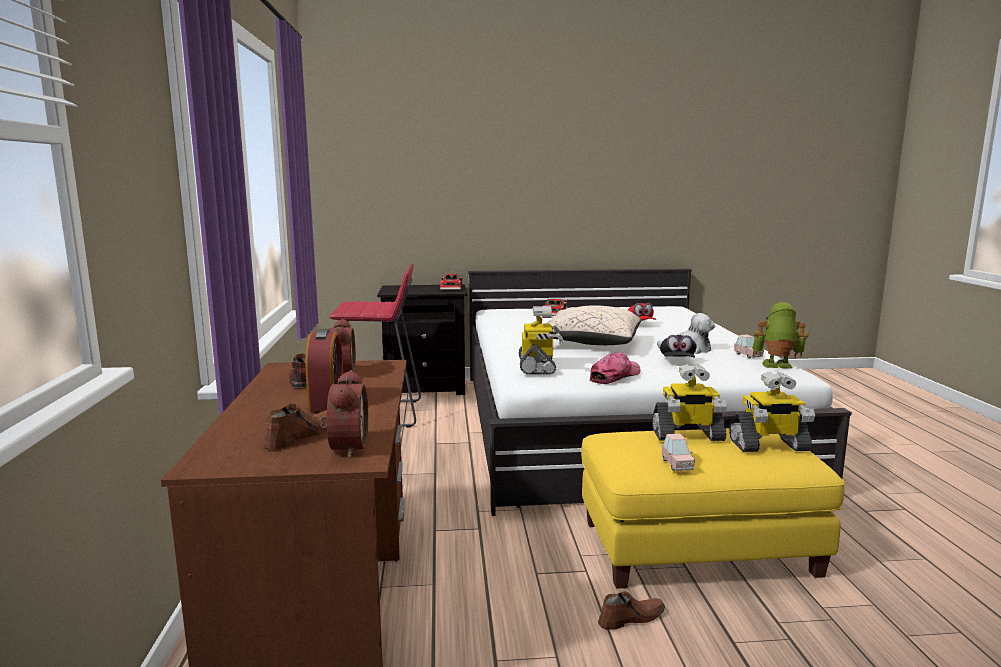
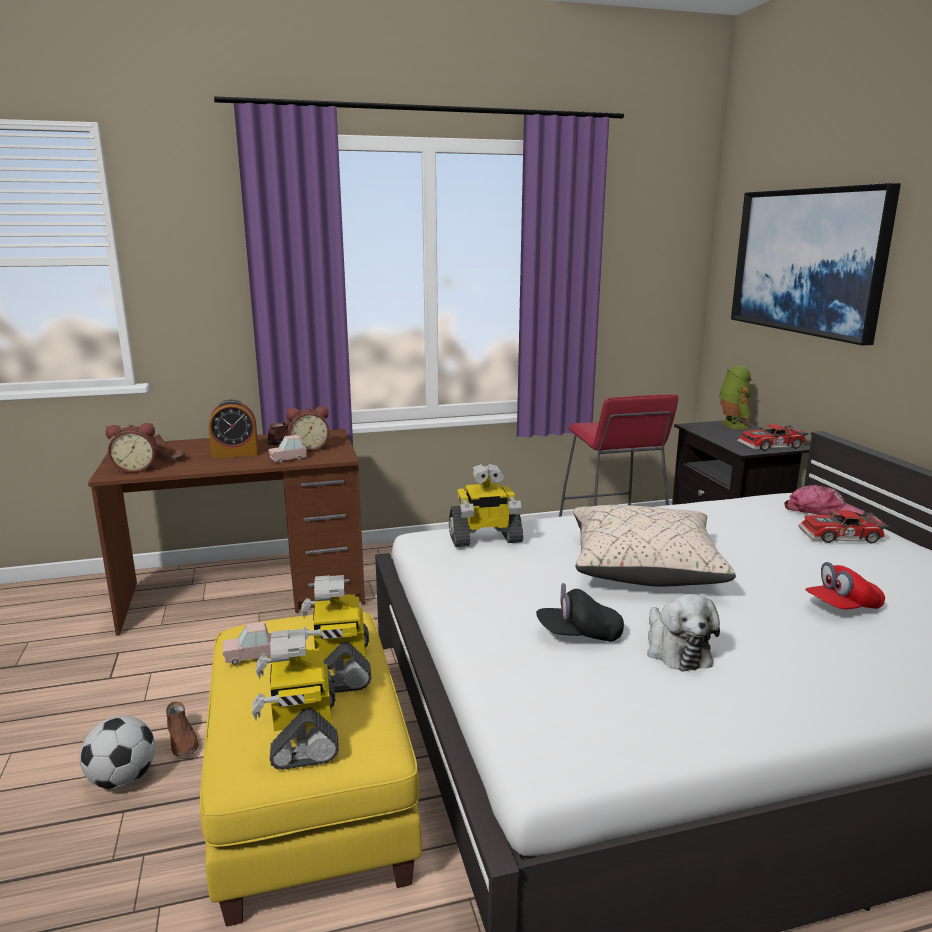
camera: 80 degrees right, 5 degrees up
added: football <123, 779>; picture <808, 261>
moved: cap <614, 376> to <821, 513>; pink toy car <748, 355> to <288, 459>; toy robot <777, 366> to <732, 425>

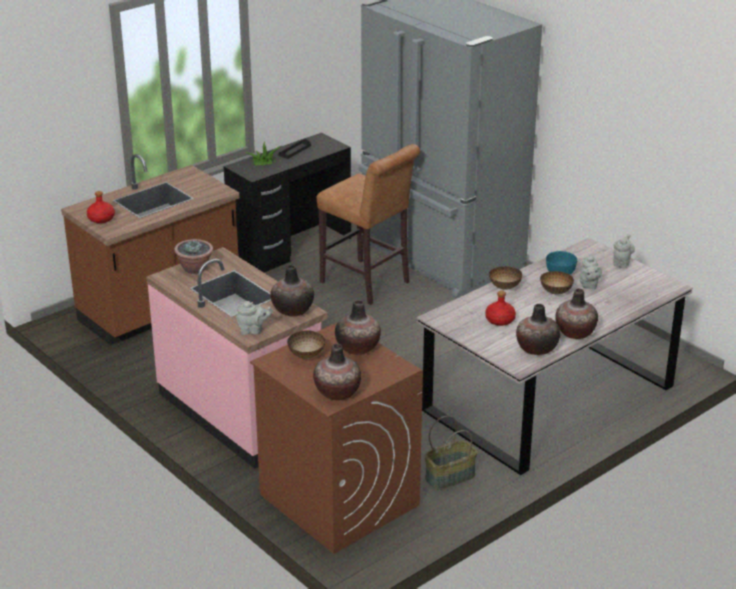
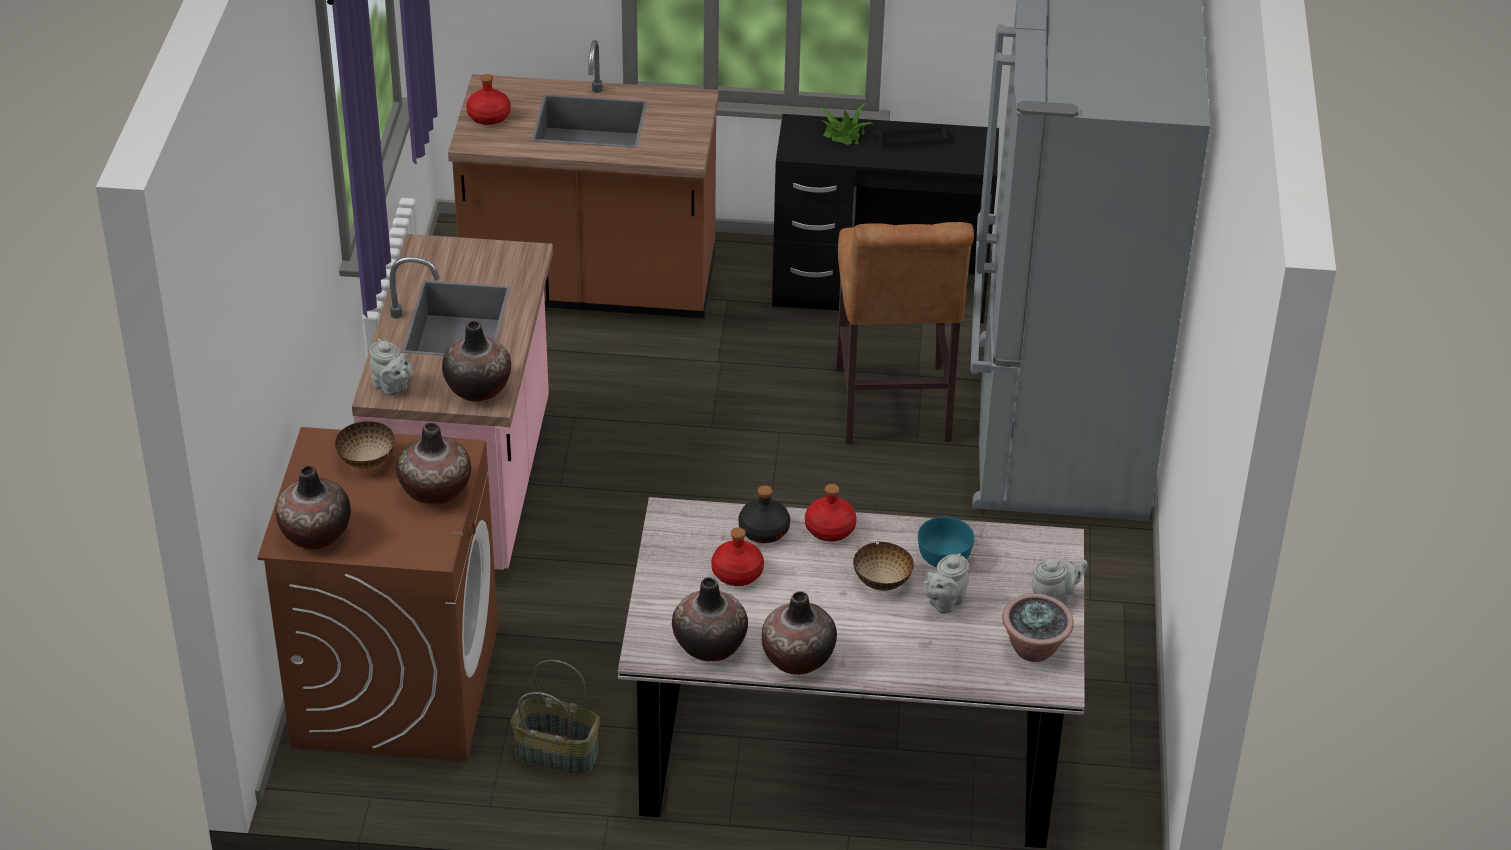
camera: 45 degrees right, 10 degrees up
added: black bottle <764, 530>
moved: potted plant <195, 269> to <1034, 649>
replaced: bowl <504, 287> to red bottle <830, 528>

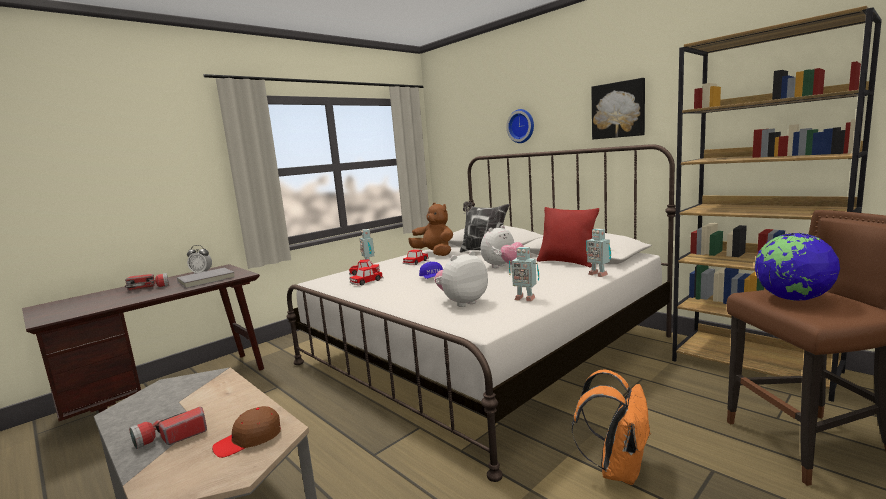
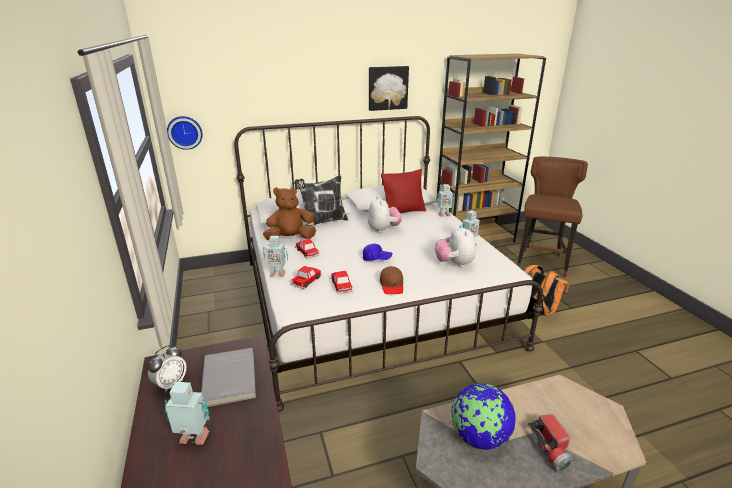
camera: 65 degrees left, 15 degrees up
moved: brown cap <249, 439> to <392, 285>; wall clock <522, 126> to <185, 132>; globe <792, 299> to <479, 437>
replaced: flashlight <149, 288> to toy robot <194, 440>

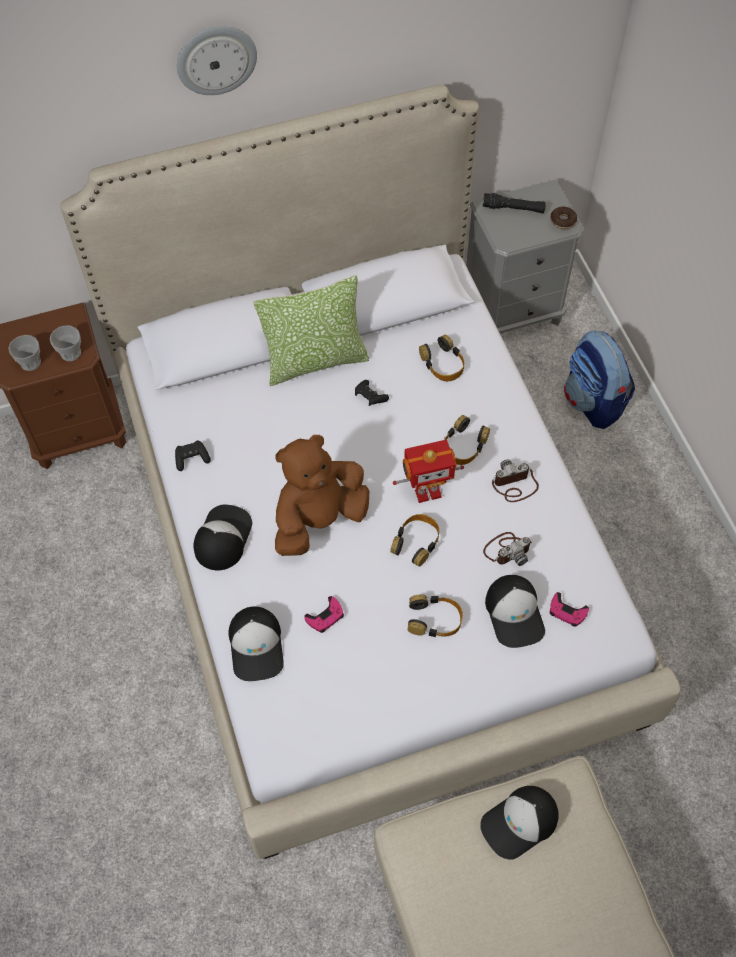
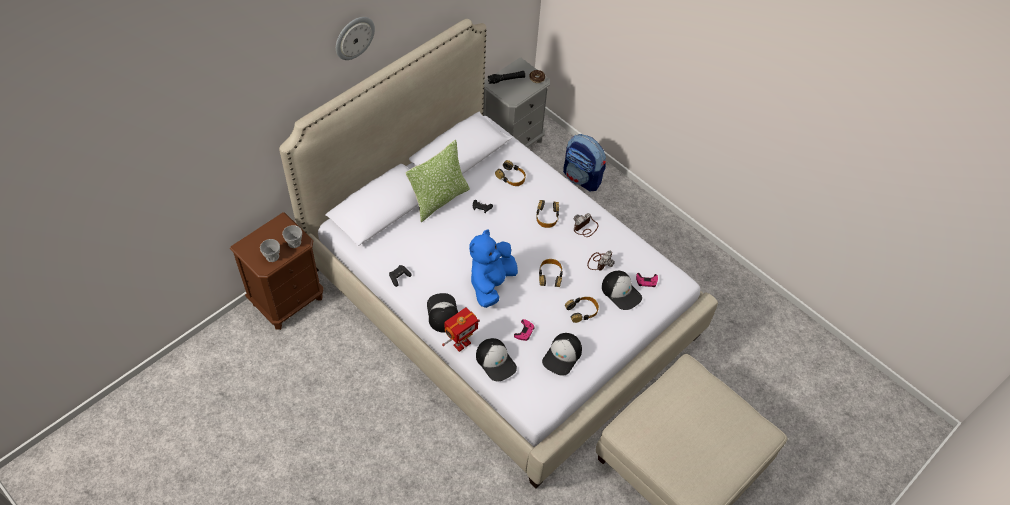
camera: 30 degrees left, 5 degrees down
moved: toy robot <427, 492> to <461, 343>; cap <520, 823> to <562, 356>
recoloured: brown plush toy <319, 519> to blue plush toy <491, 283>

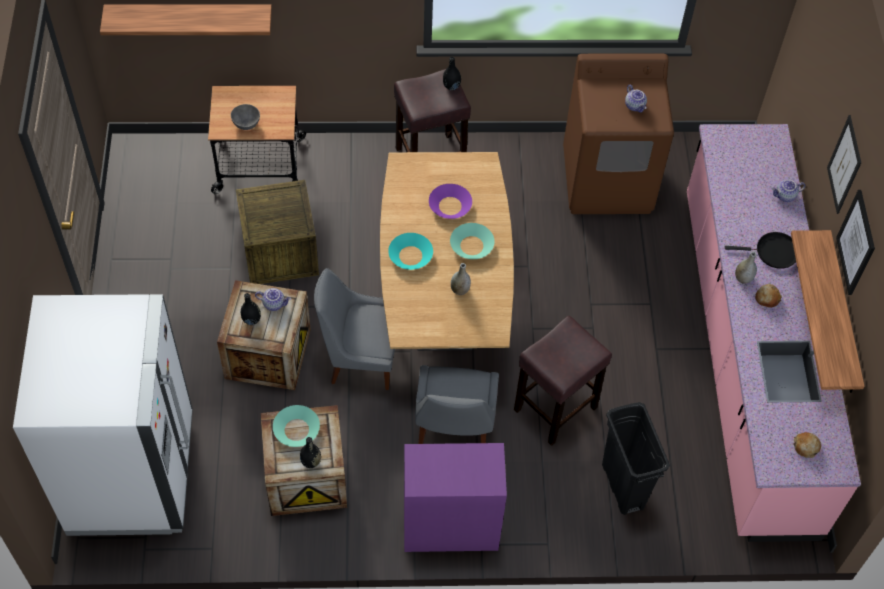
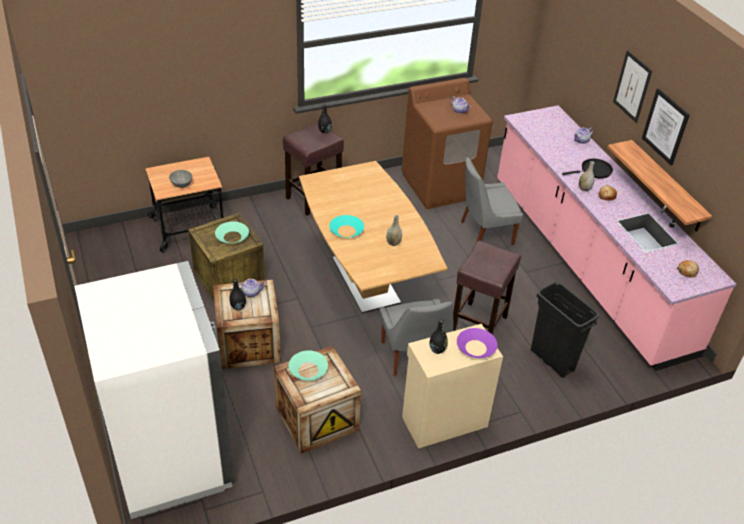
camera: 20 degrees left, 15 degrees down
removed: shelf <189, 16>
moved: black vase <311, 462> to <437, 349>; grey chair <360, 358> to <484, 233>; purple bowl <450, 206> to <476, 348>; turquoise bowl <471, 245> to <232, 237>
recoloured: purple cabinet <449, 526> to beige cabinet <443, 420>

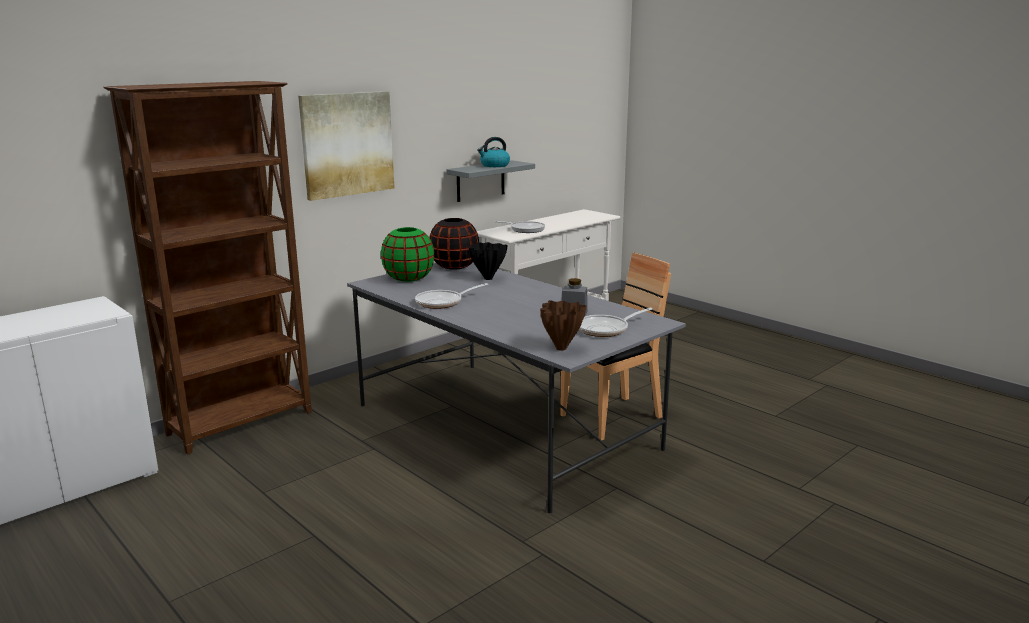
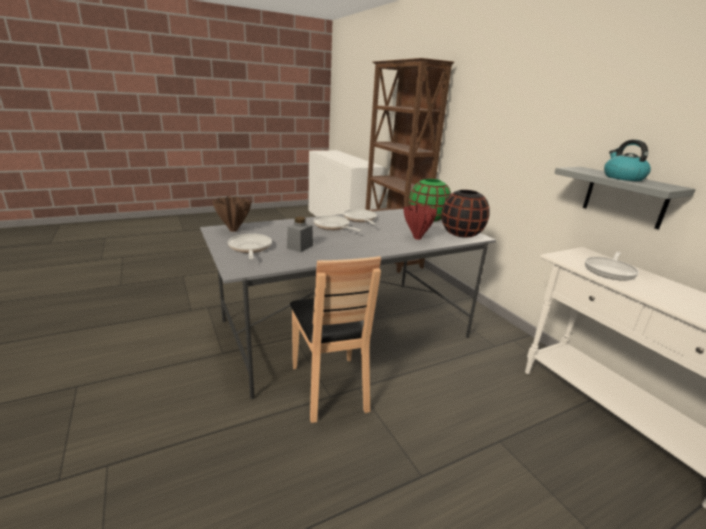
camera: 105 degrees right, 5 degrees up
removed: picture <347, 144>
added: frying pan <333, 227>
recoloured: black vase <487, 278> to red vase <417, 238>

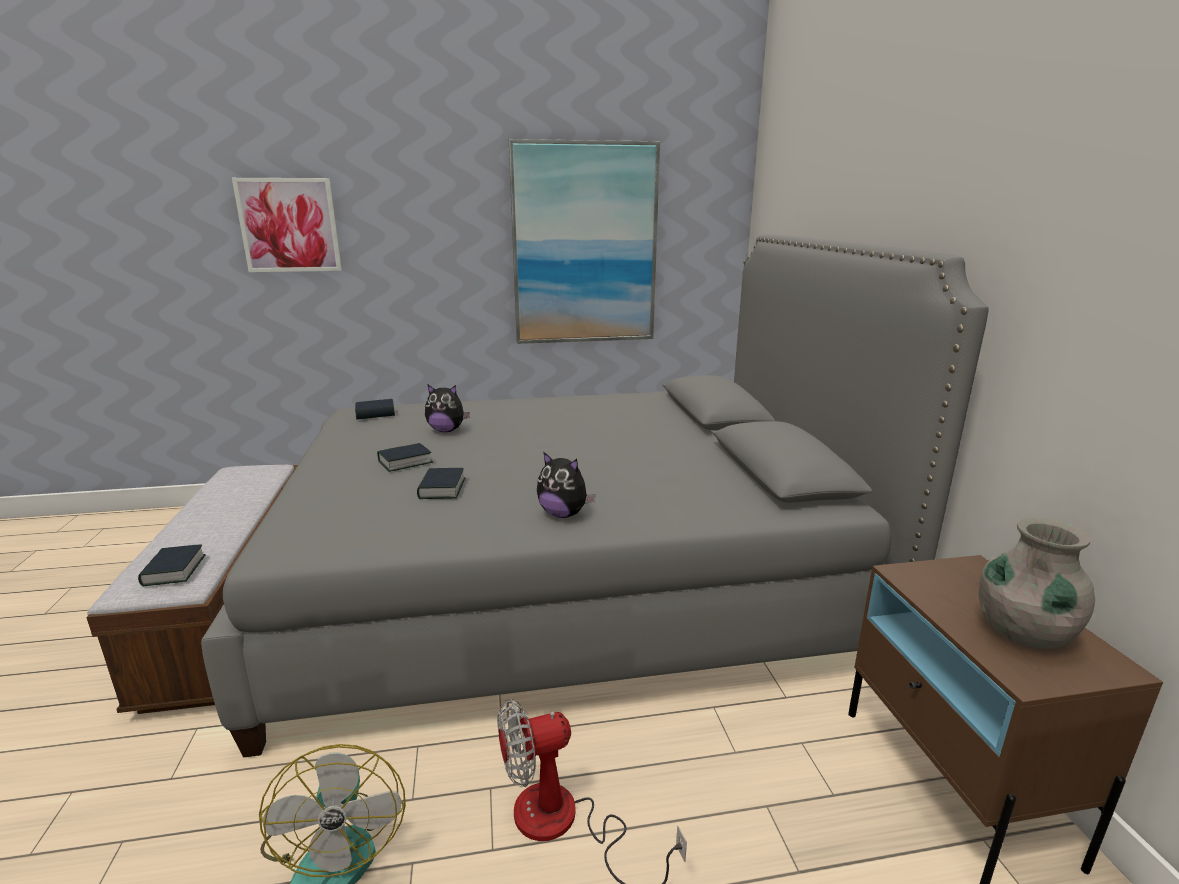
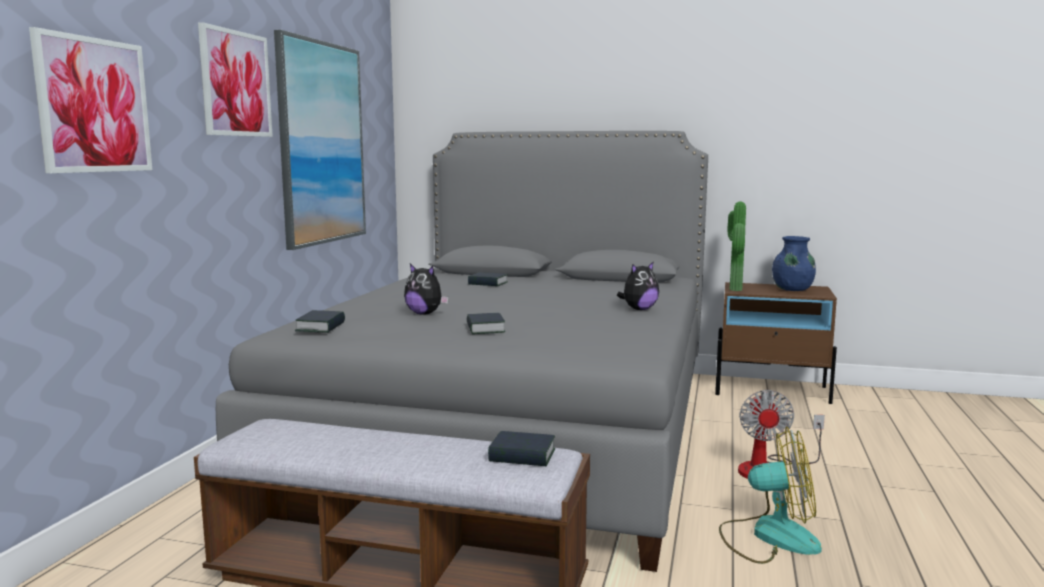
camera: 65 degrees left, 10 degrees down
added: picture <235, 84>; potted plant <733, 289>
moved: book <442, 489> to <488, 283>
recoloured: grey vase <1023, 633> to blue vase <792, 289>
turned: plush toy <446, 430> = <425, 314> 90 degrees clockwise

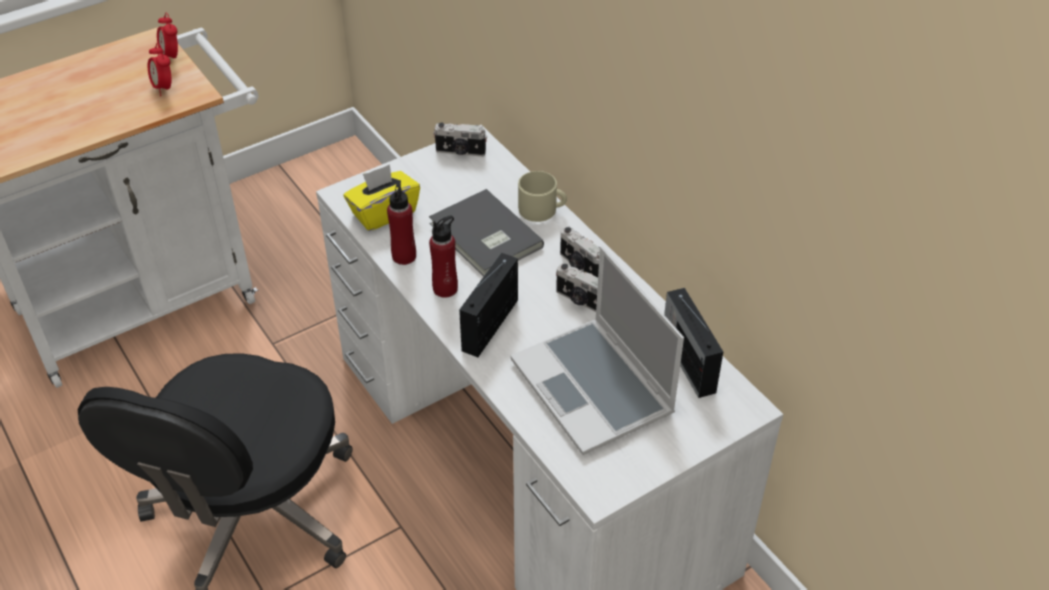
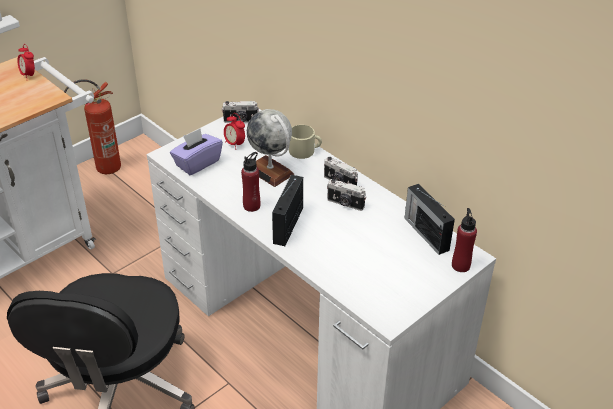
camera: 10 degrees left, 5 degrees down
removed: laptop <594, 388>
added: fire extinguisher <103, 170>
moved: alarm clock <164, 88> to <235, 144>; red bottle <404, 256> to <460, 265>
replaced: grey book <484, 237> to globe <270, 171>
recoloured: yellow tissue box <383, 213> to purple tissue box <197, 163>

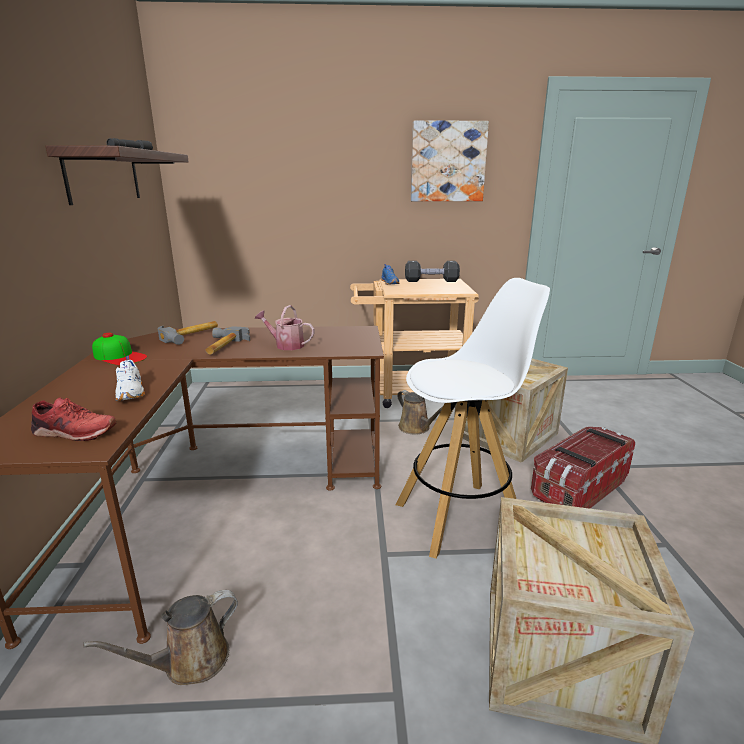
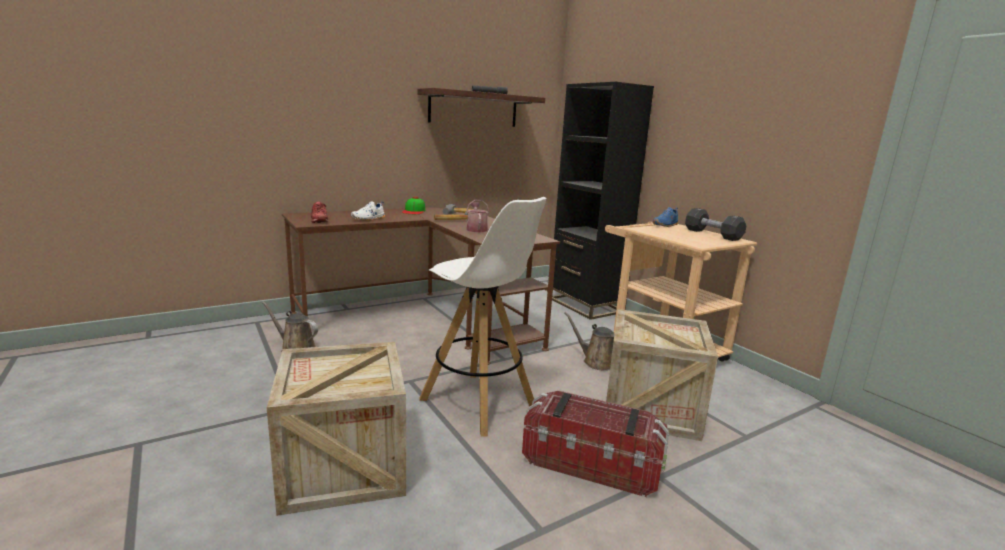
camera: 60 degrees right, 5 degrees down
removed: picture <448, 162>
added: black bookcase <585, 305>
turned: brown watering can <416, 428> = <596, 362> 105 degrees clockwise

